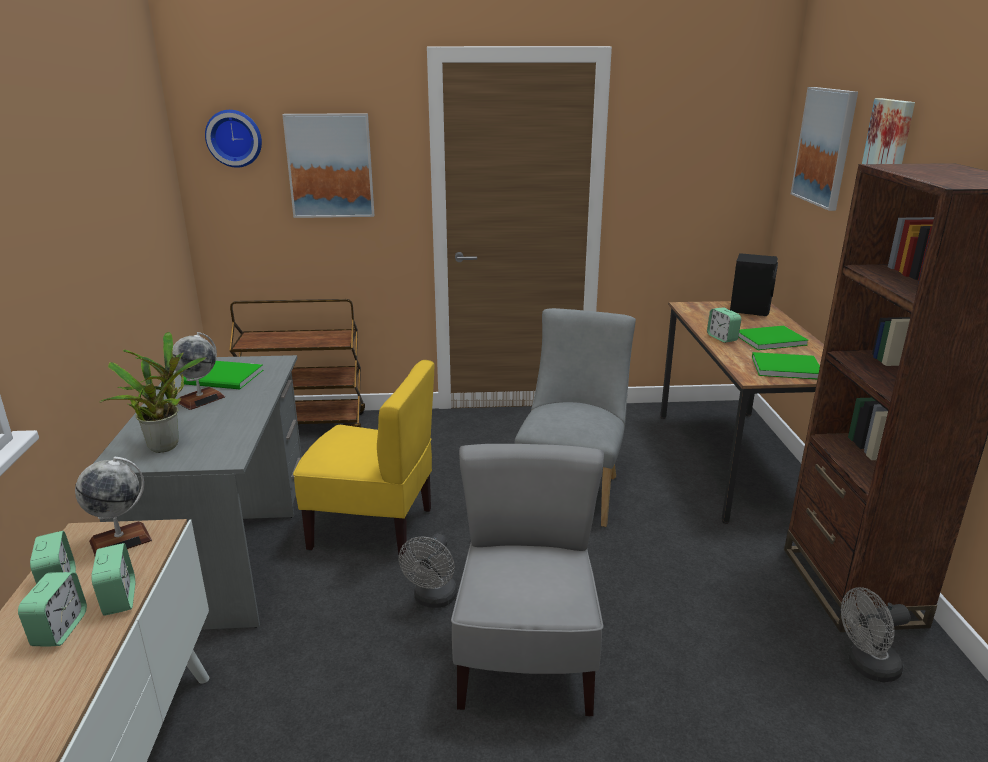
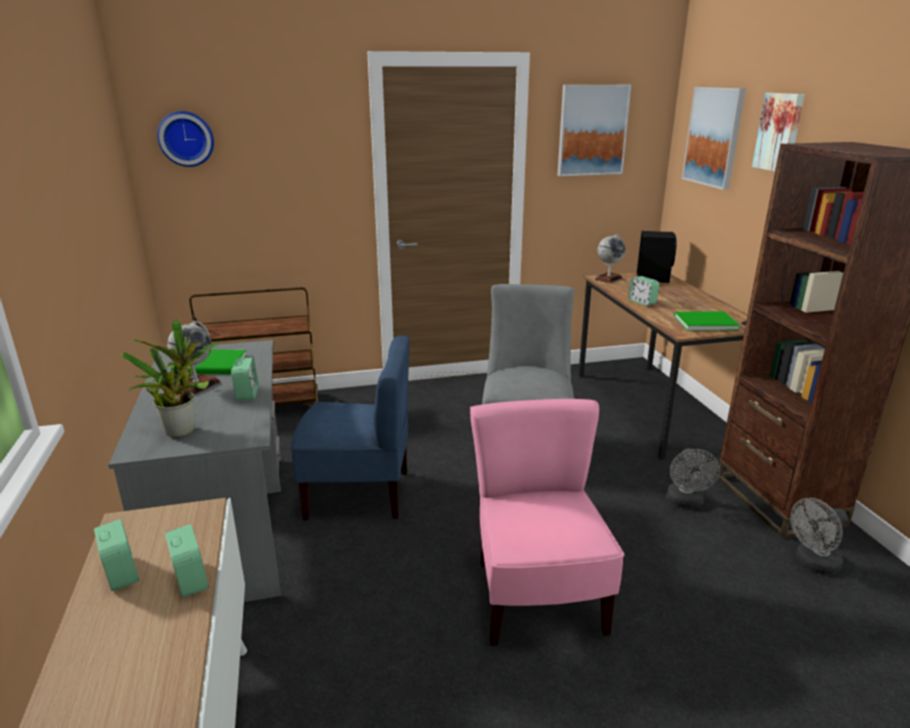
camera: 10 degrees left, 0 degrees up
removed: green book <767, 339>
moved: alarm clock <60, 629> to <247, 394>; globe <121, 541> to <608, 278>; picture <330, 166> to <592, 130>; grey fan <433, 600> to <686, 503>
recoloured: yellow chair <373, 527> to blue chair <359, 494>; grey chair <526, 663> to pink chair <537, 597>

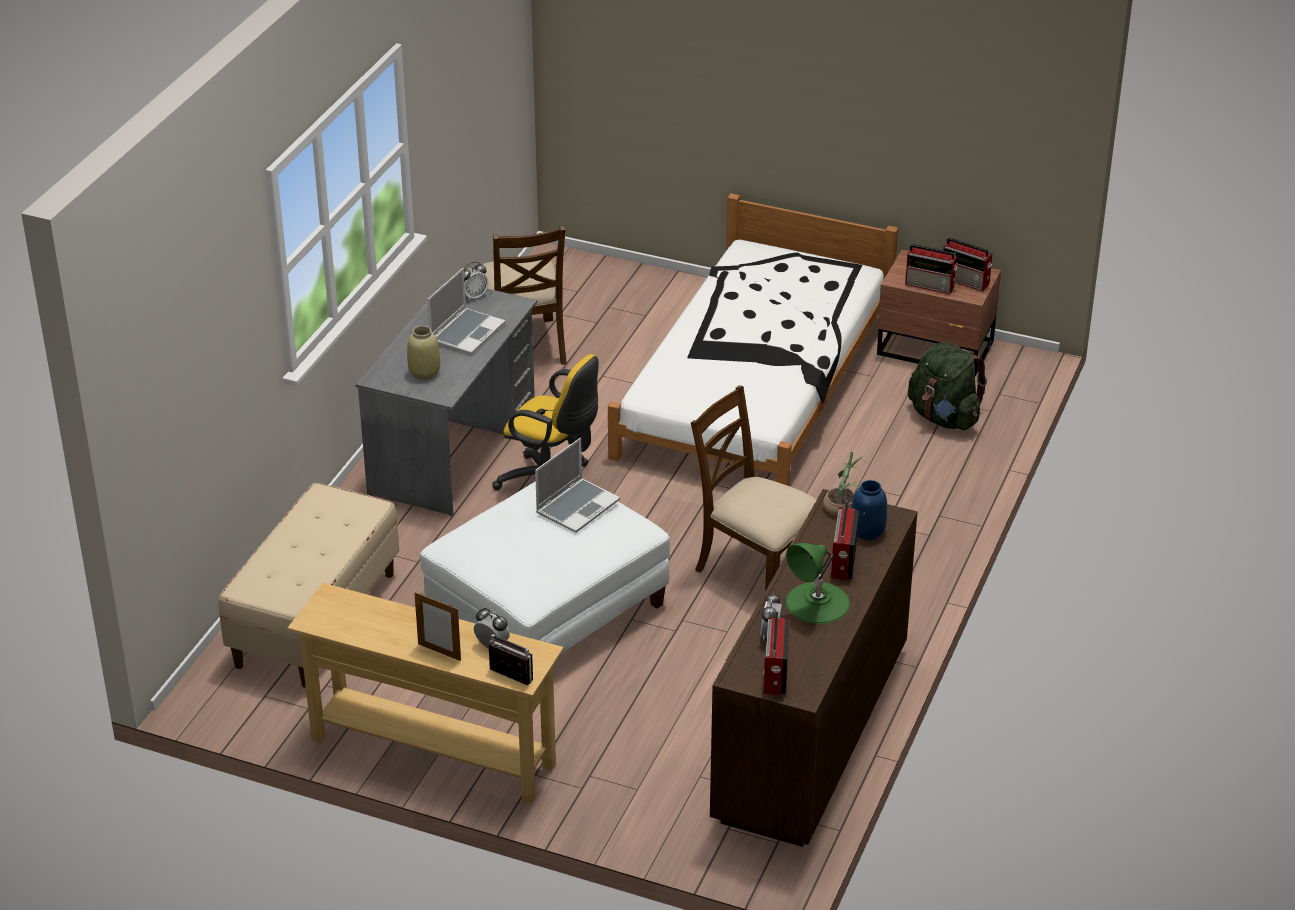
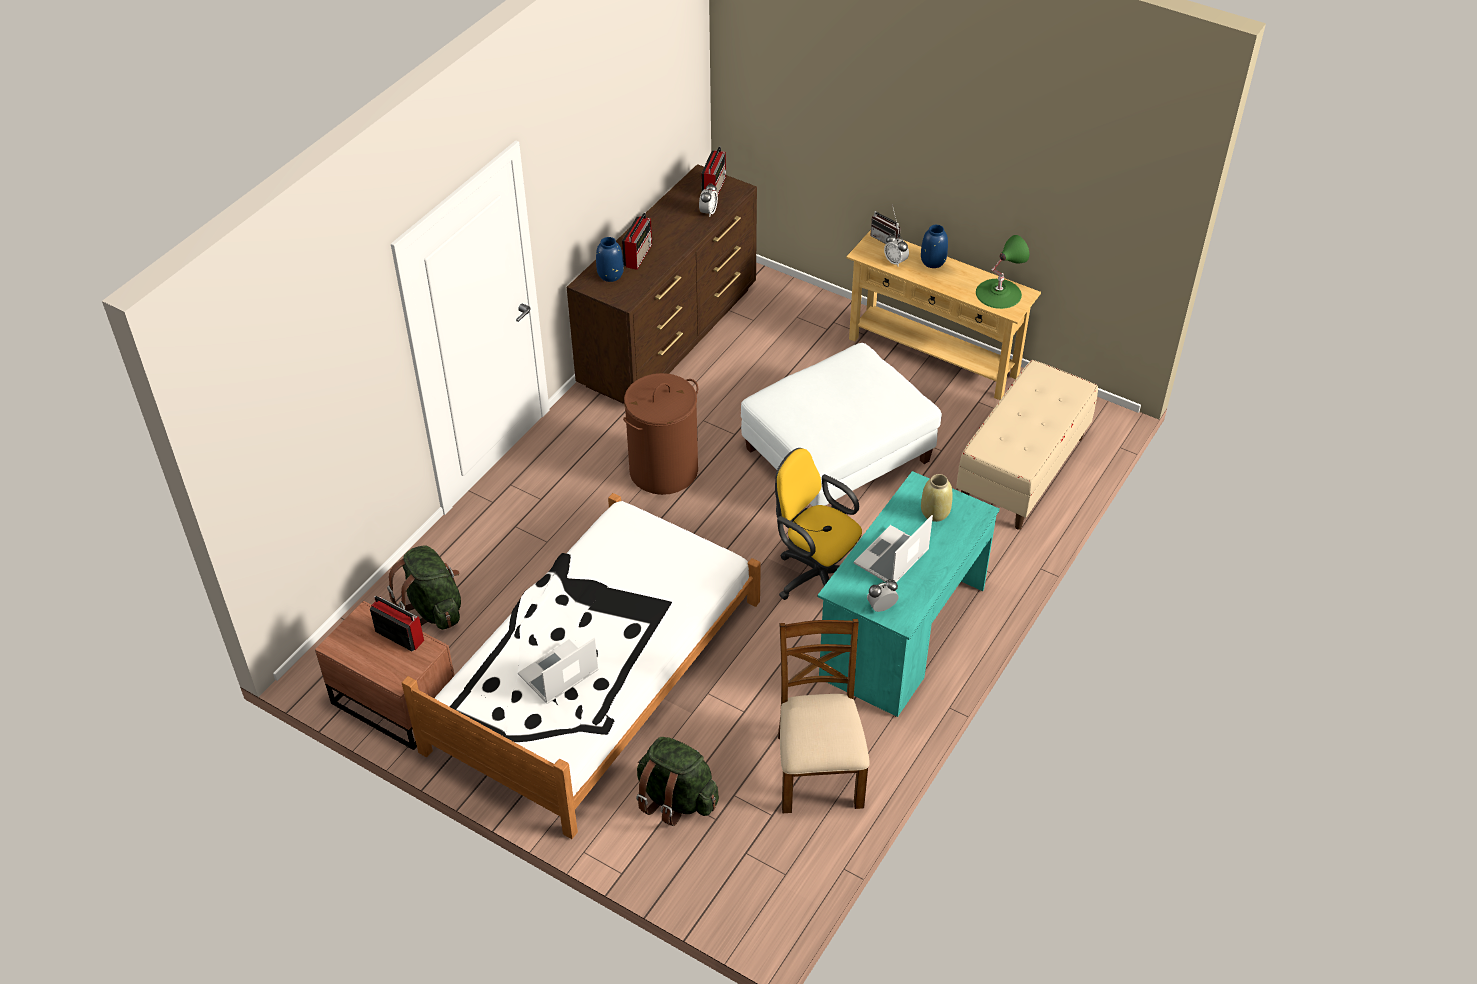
camera: 170 degrees left, 10 degrees up
removed: potted plant <843, 506>; radio <966, 281>
added: green backpack <676, 799>
moved: laptop <577, 506> to <558, 674>; green table lamp <817, 603> to <998, 293>
replaced: picture frame <439, 652> to blue vase <932, 261>; brown chair <755, 569> to brown laundry basket <663, 471>
recoloured: grey desk <453, 449> to turquoise desk <902, 633>

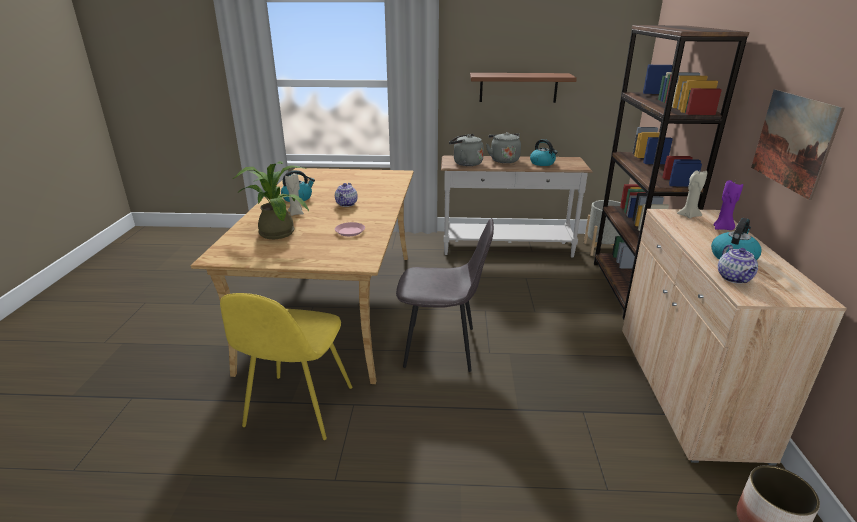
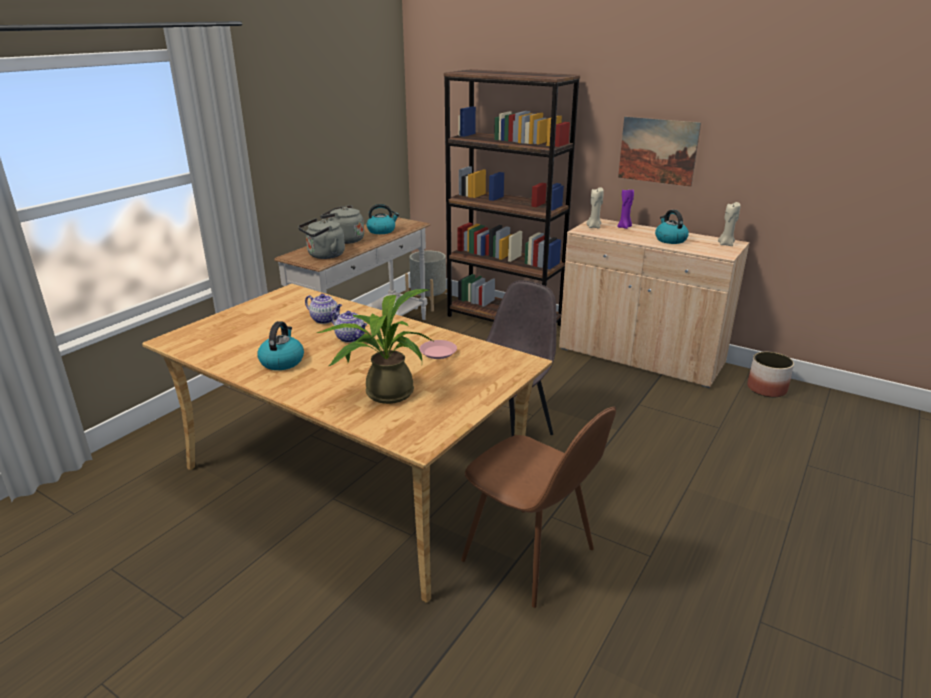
camera: 60 degrees left, 0 degrees up
removed: shelf <518, 87>
moved: beige candle <296, 213> to <725, 244>; teapot <734, 278> to <325, 320>
recoloured: yellow chair <298, 408> to brown chair <531, 557>

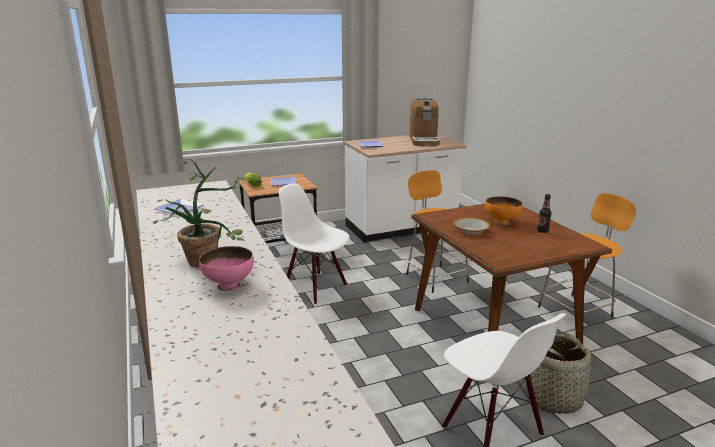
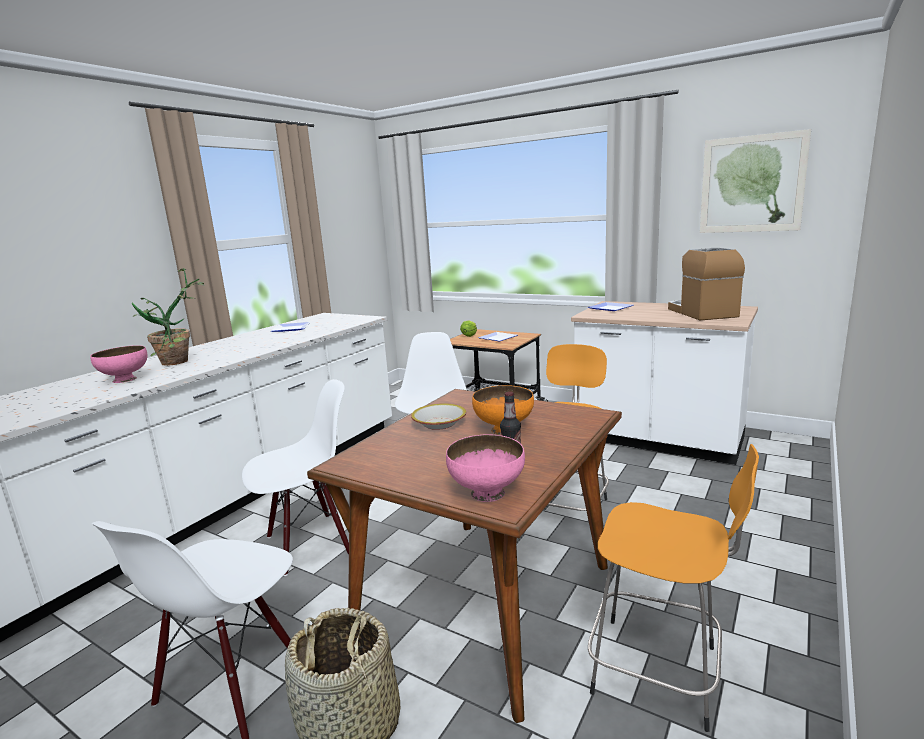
camera: 55 degrees right, 5 degrees down
added: white chair <309, 544>; pink bowl <486, 493>; picture <752, 184>
turned: coffee machine <424, 140> = <701, 313> 120 degrees clockwise

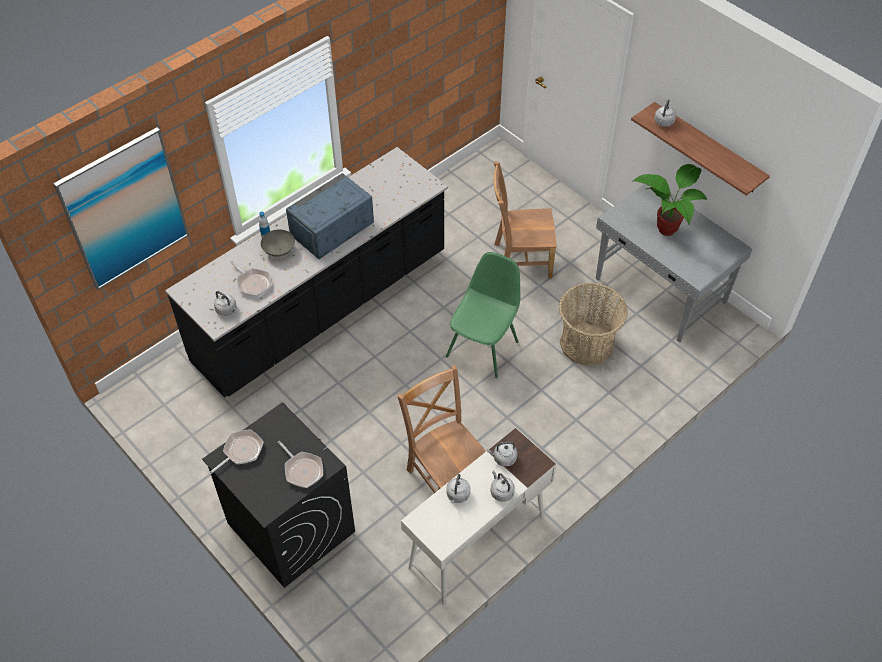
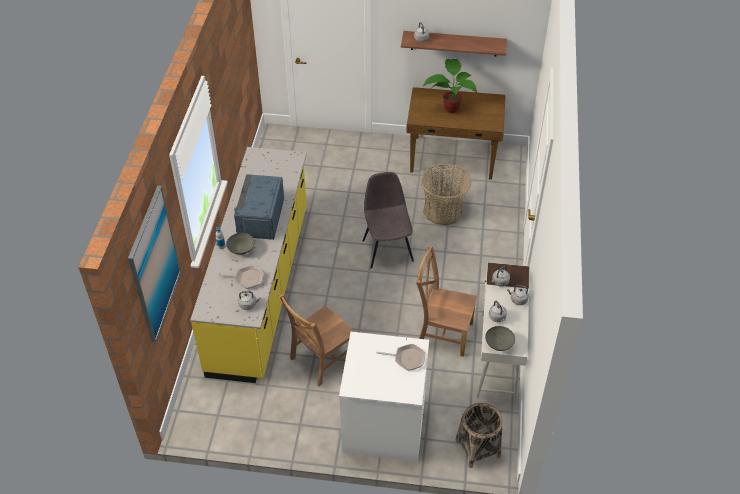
camera: 40 degrees left, 5 degrees down
removed: frying pan <241, 451>
added: basket <477, 448>; grey bowl <498, 344>
moved: brown chair <519, 260> to <320, 360>
recoloured: black counter <322, 308> to yellow counter <261, 289>; black washing machine <290, 527> to white washing machine <383, 426>; green chair <483, 348> to grey chair <387, 249>; grey desk <660, 292> to brown desk <453, 158>

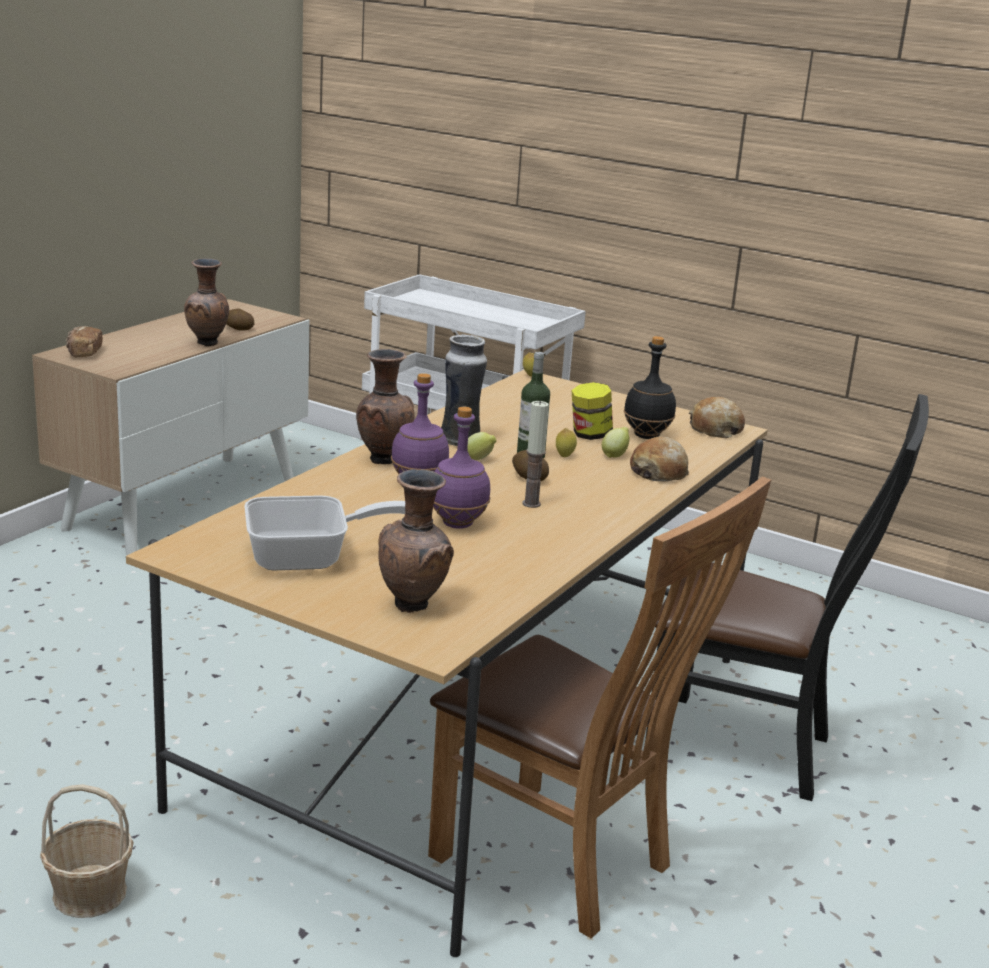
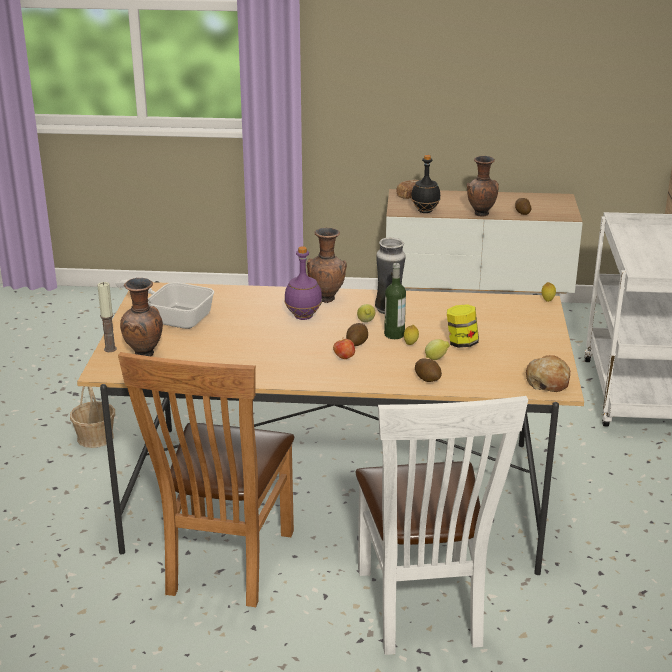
camera: 65 degrees right, 5 degrees up
removed: purple bottle <458, 523>
added: apple <344, 358>
moved: candle <531, 504> to <110, 349>; black bottle <647, 436> to <424, 211>
replaced: bread <659, 472> to potato <428, 378>
recoloured: black chair <750, 750> to white chair <423, 612>
turned: frying pan <311, 558> = <174, 318> 150 degrees clockwise

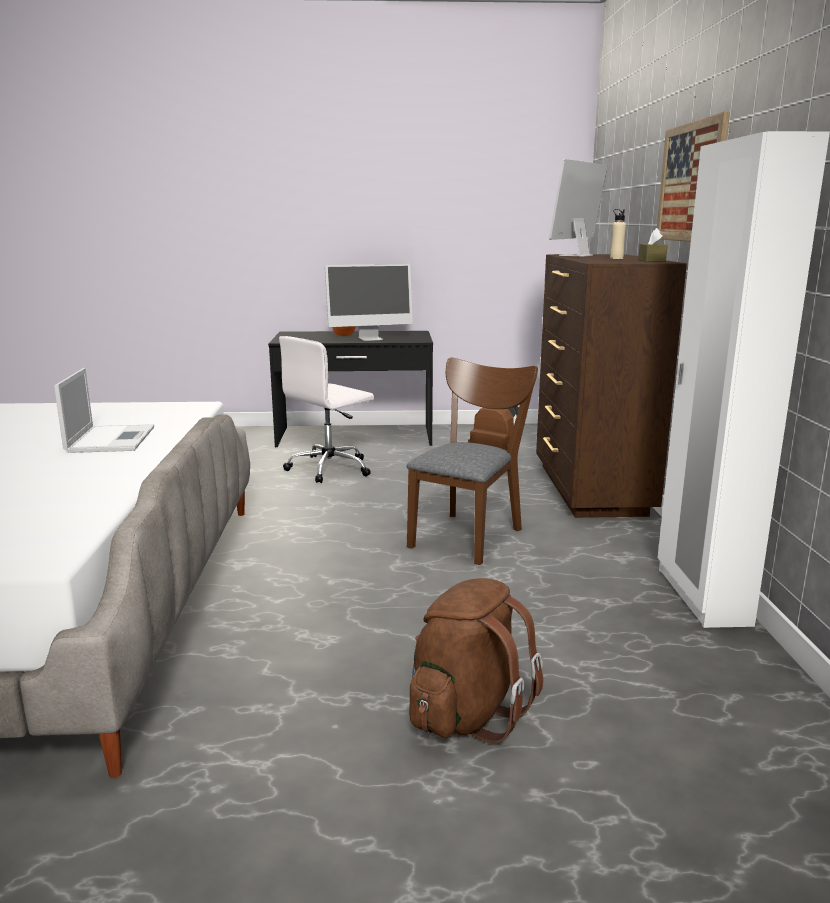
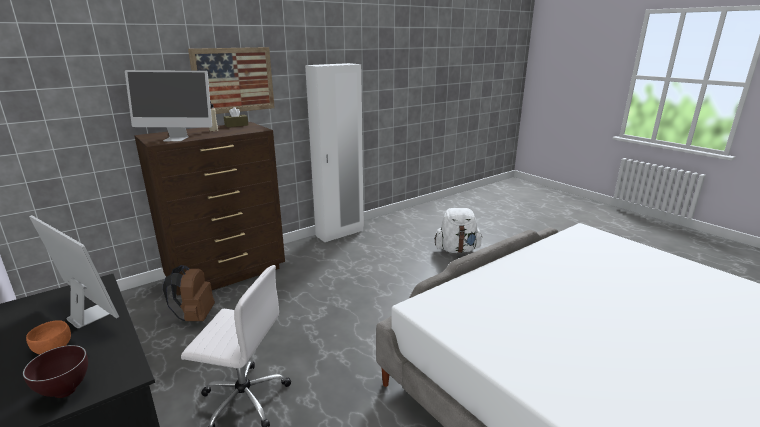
camera: 125 degrees left, 5 degrees up
removed: laptop <111, 439>; brown chair <469, 534>
added: brown bowl <67, 391>
recoloured: brown backpack <467, 714> to white backpack <457, 250>

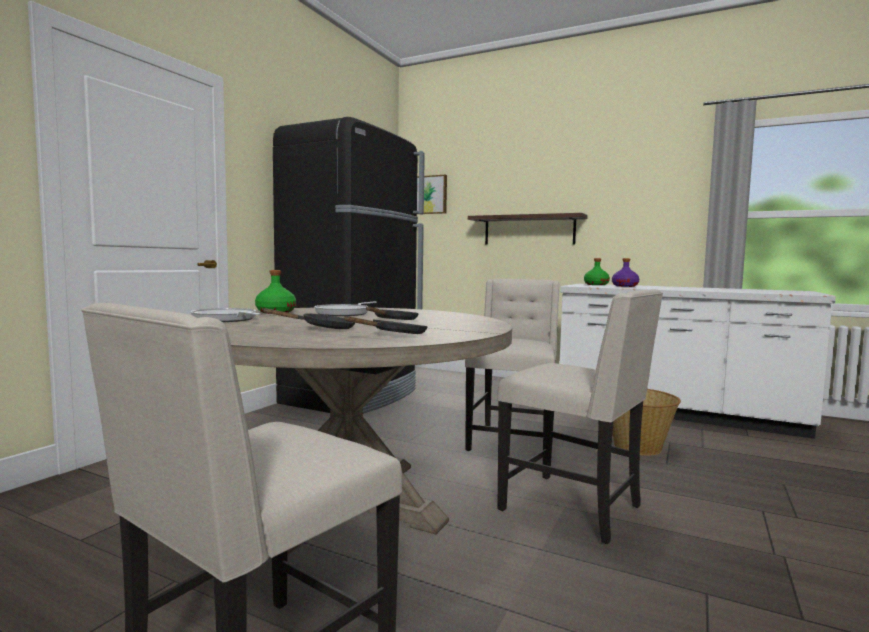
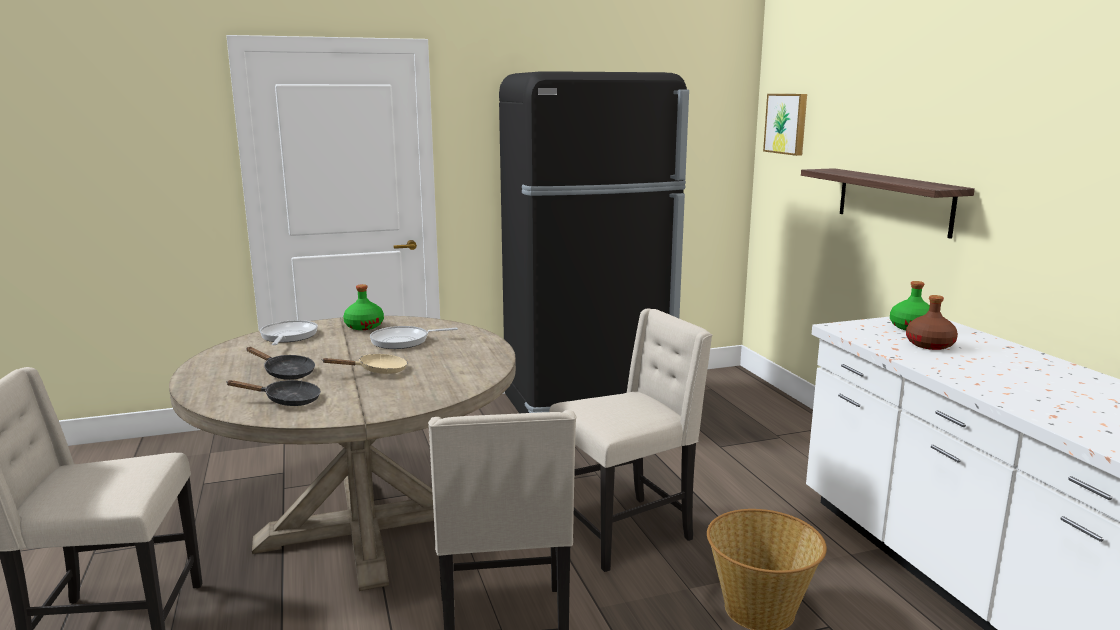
camera: 45 degrees right, 10 degrees up
recoloured: black frying pan <393, 321> to beige frying pan <377, 371>; purple bottle <625, 286> to brown bottle <930, 345>

